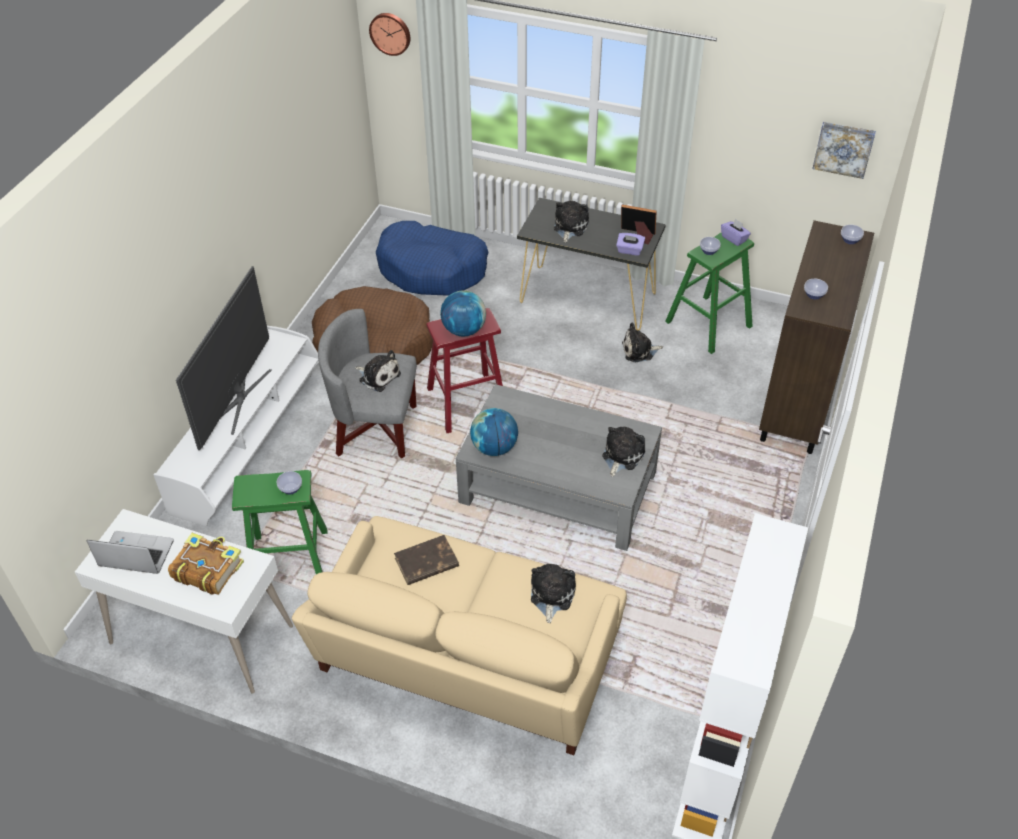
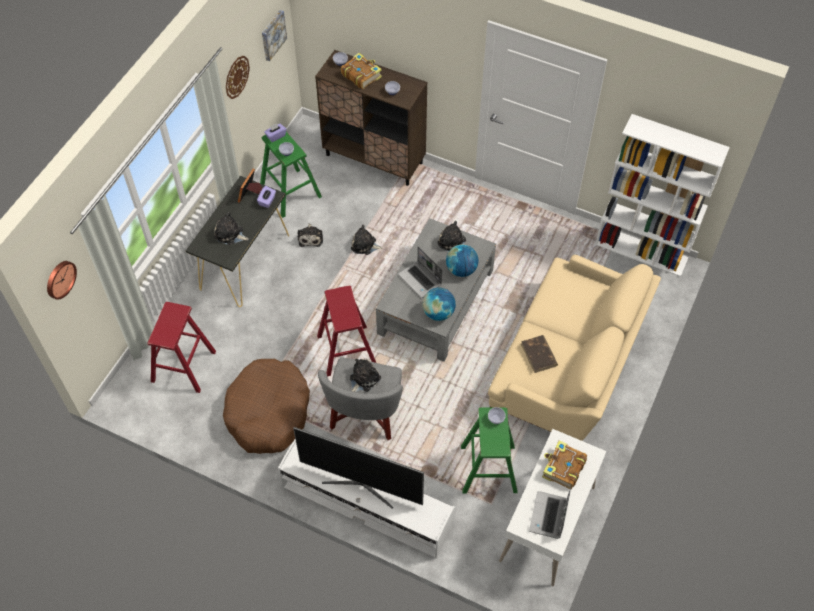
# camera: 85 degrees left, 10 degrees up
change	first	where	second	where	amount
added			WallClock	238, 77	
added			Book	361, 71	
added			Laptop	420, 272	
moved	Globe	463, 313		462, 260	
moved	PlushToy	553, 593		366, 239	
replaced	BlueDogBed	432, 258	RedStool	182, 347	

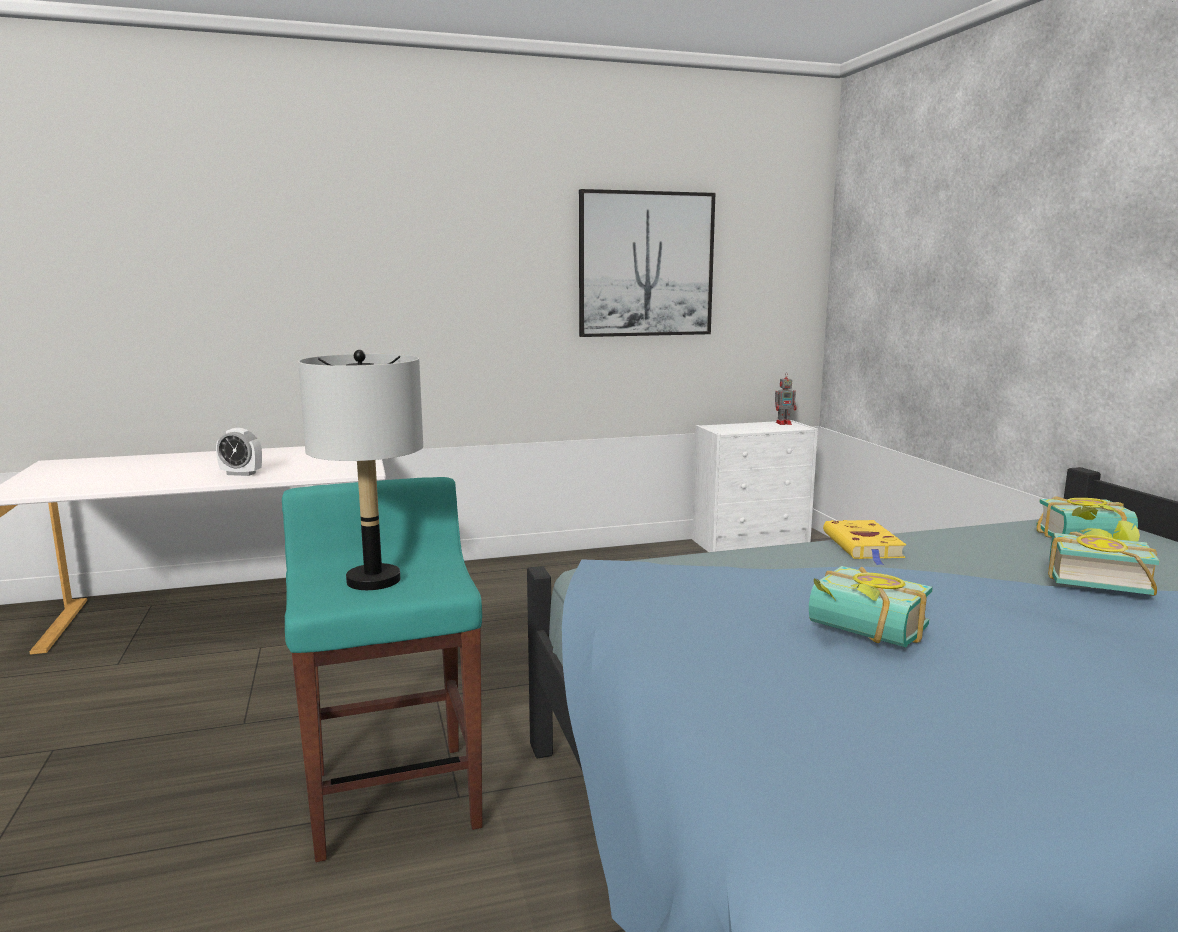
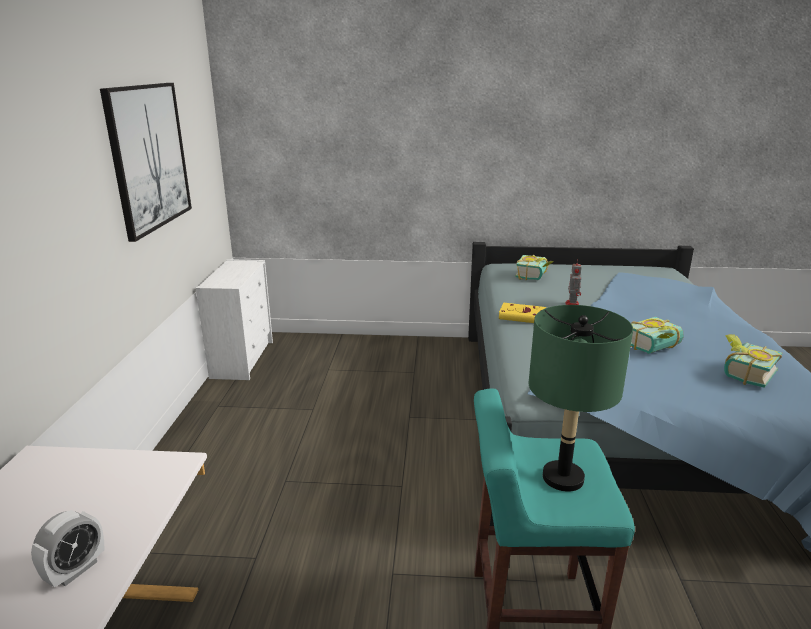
# camera: 70 degrees left, 10 degrees up
change	first	where	second	where	amount
moved	ToyRobot	786, 399		573, 282	
moved	Book	1104, 558		753, 361	
recoloured	GreyTableLamp	360, 470	GreenTableLamp	581, 398	

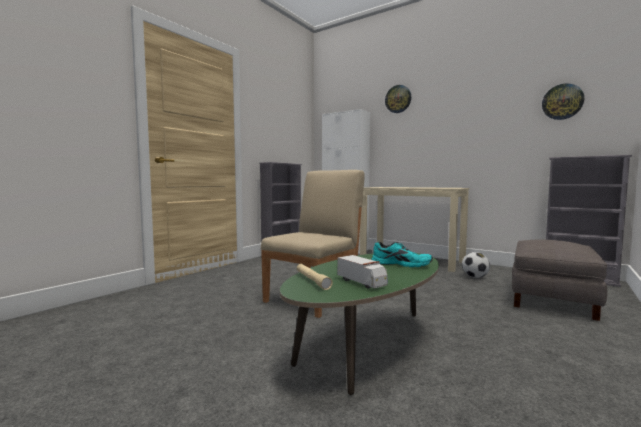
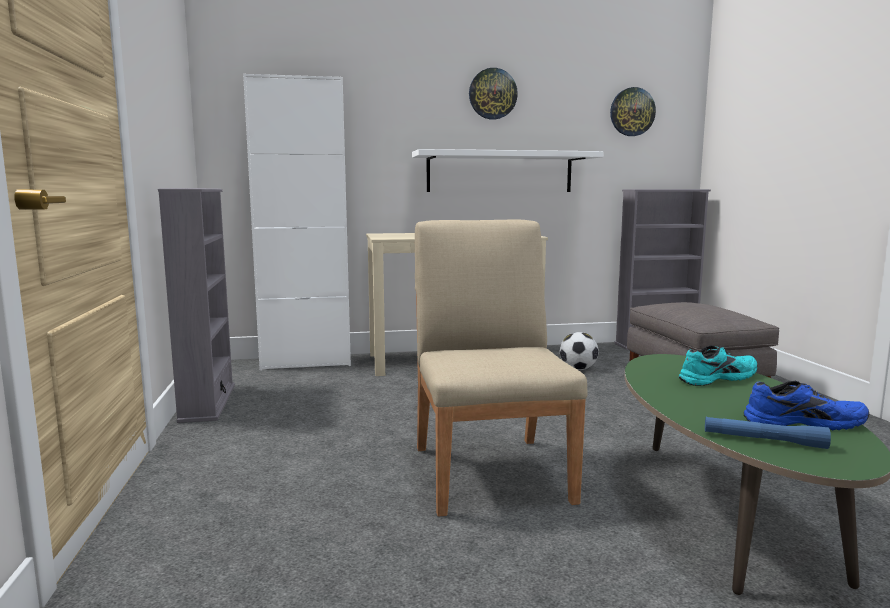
# camera: 45 degrees left, 5 degrees up
change	first	where	second	where	amount
added			WhiteShelf	507, 170	
moved	WallClock	398, 99		493, 94	
replaced	ToyTruck	362, 271	BlueShoe	806, 405	
recoloured	BeigeFlashlight	315, 277	BlueFlashlight	768, 433	

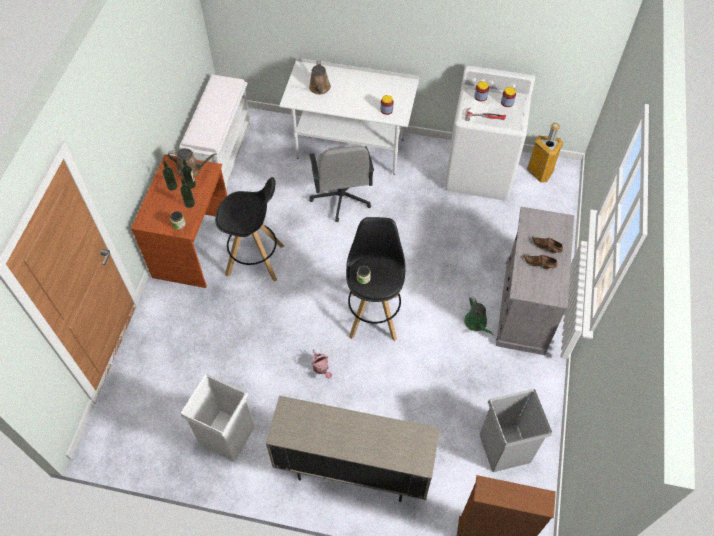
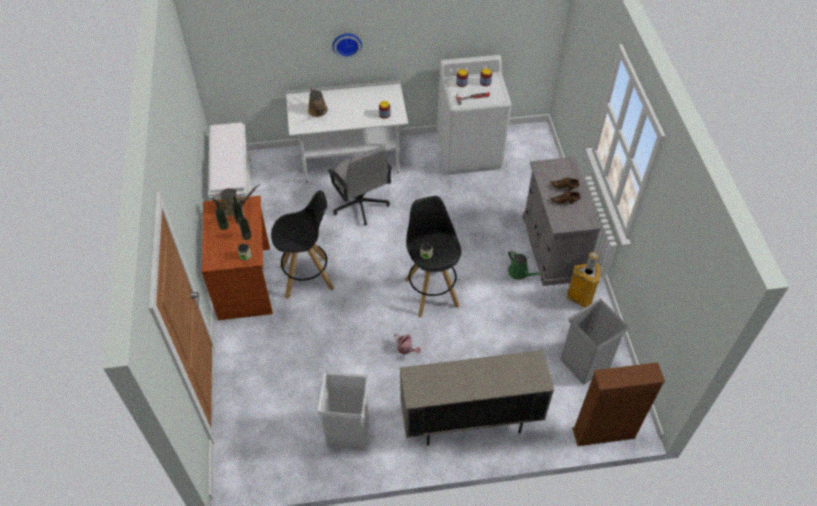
# camera: 20 degrees left, 5 degrees down
change	first	where	second	where	amount
added			WallClock	347, 45	
moved	TrashCan	545, 153		584, 280	

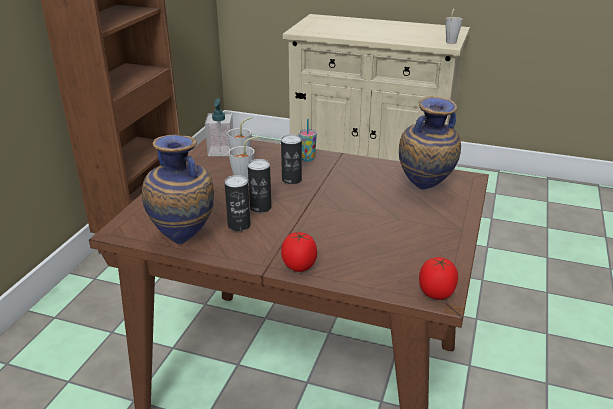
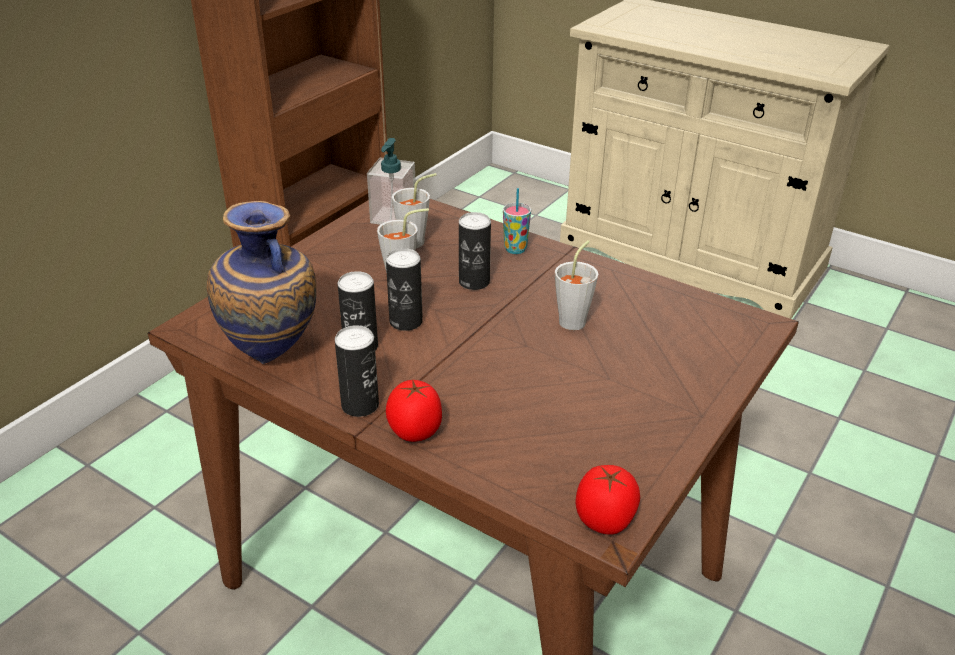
# camera: 15 degrees right, 5 degrees up
change	first	where	second	where	amount
removed	Vase	430, 143			
added			Can	357, 371	
moved	GreyCup	454, 26		576, 285	

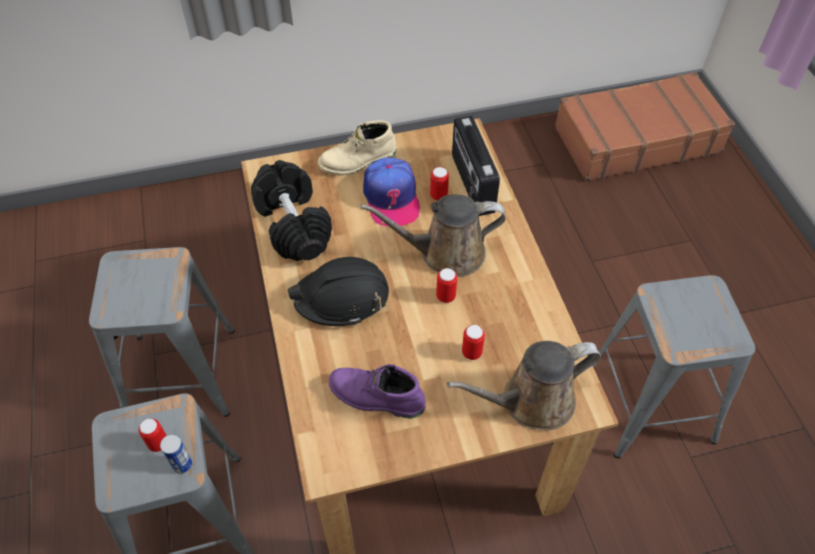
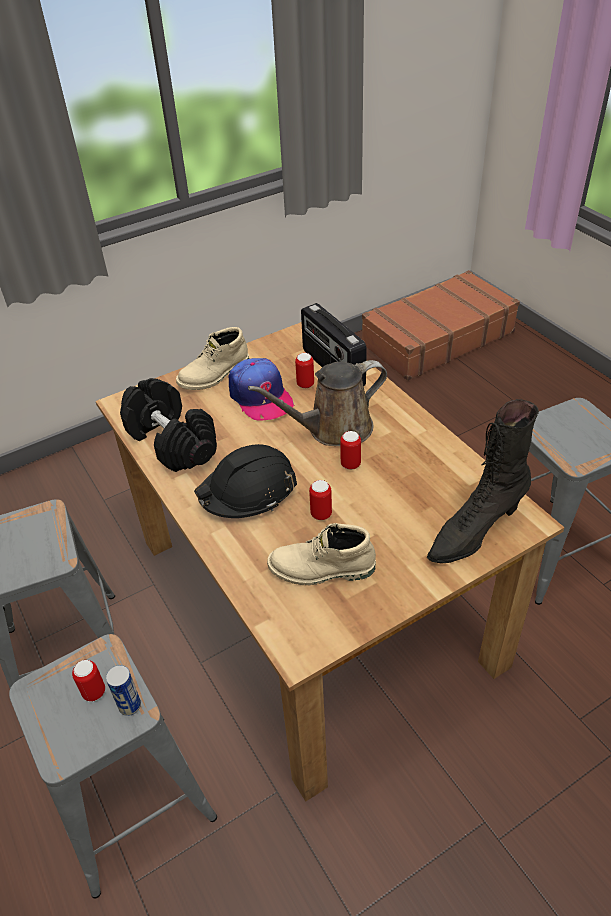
# camera: 15 degrees left, 10 degrees down
change	first	where	second	where	amount
moved	Can	473, 342		320, 500	
replaced	BrownWateringCan	524, 385	BlackBoot	483, 481	
recoloured	PurpleBoot	377, 391	BeigeBoot	321, 554	

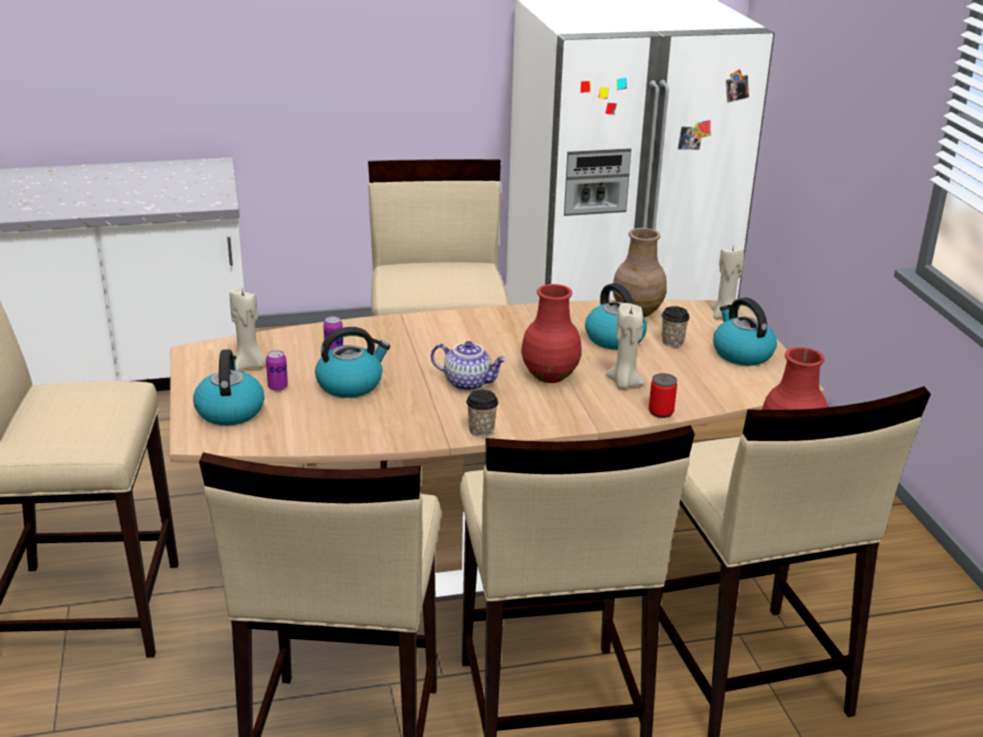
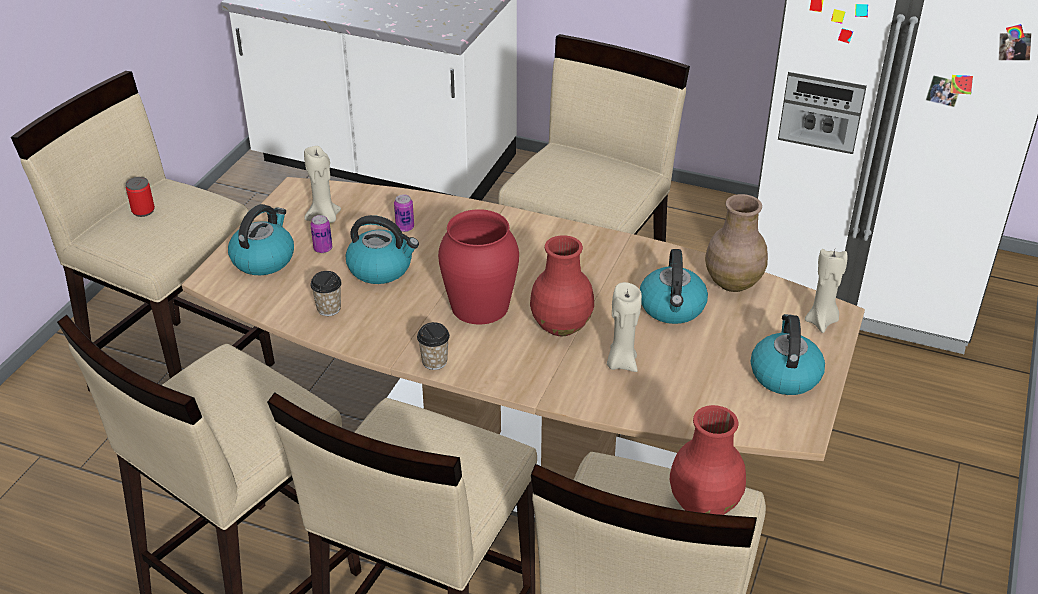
# camera: 35 degrees right, 10 degrees up
change	first	where	second	where	amount
moved	Can	663, 395		140, 197	
moved	Cup	675, 326		326, 293	
replaced	Teapot	469, 366	RedVase	478, 266	

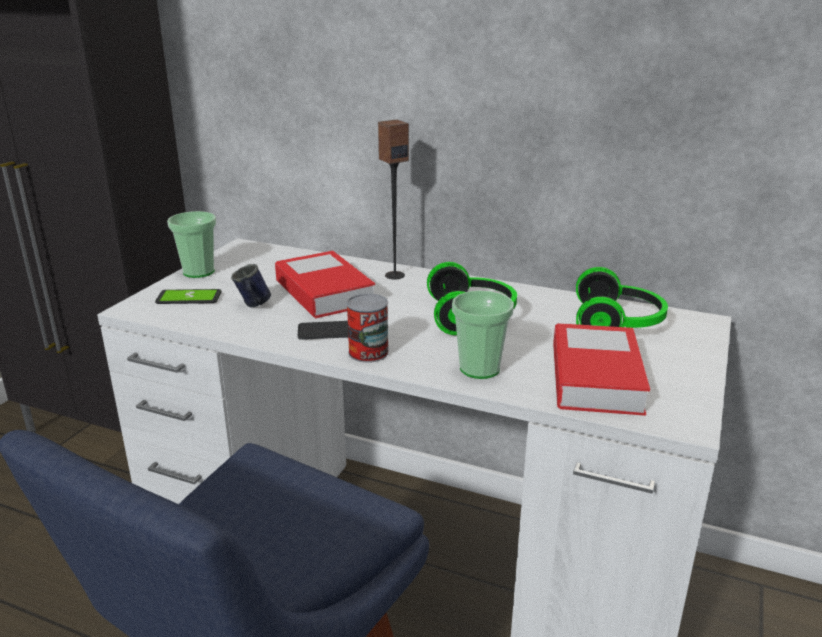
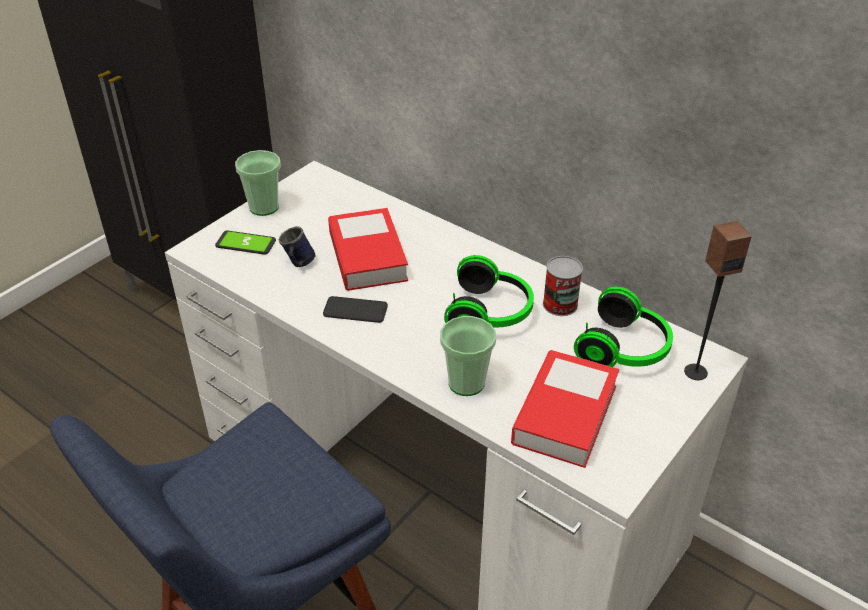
# camera: 15 degrees right, 15 degrees up
change	first	where	second	where	amount
moved	Can	367, 328		563, 286	
moved	Speaker	393, 200		718, 300	

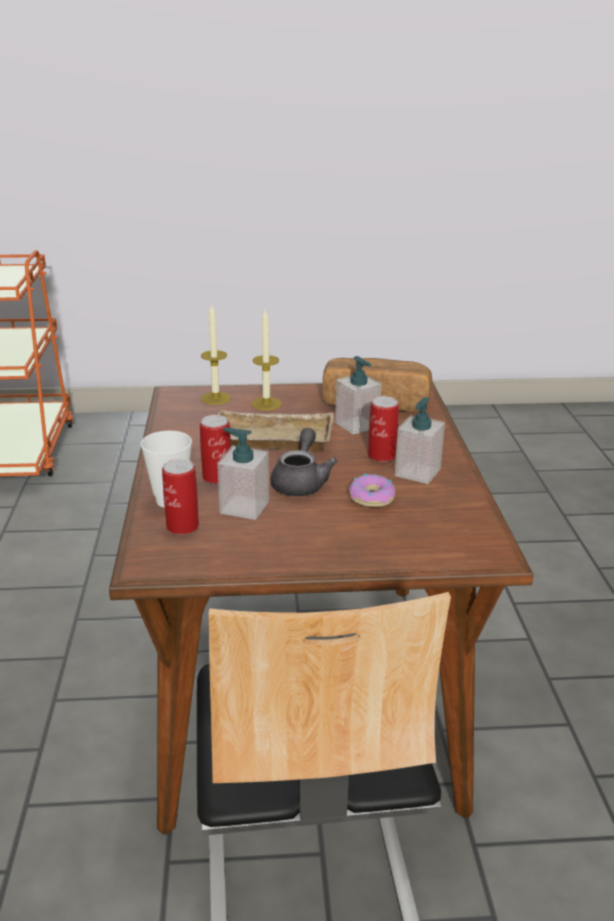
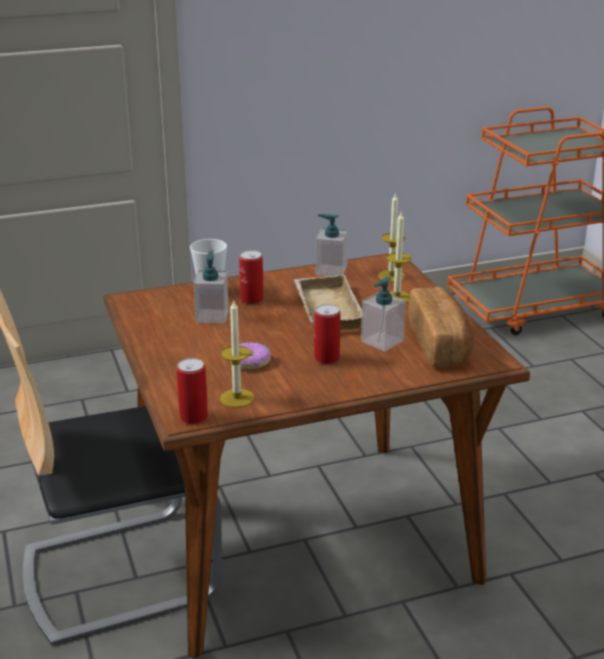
# camera: 75 degrees right, 0 degrees up
change	first	where	second	where	amount
removed	GreyTeapot	304, 462			
added			Candle	237, 353	
moved	Can	180, 497		192, 391	
moved	SoapDispenser	420, 440		332, 245	

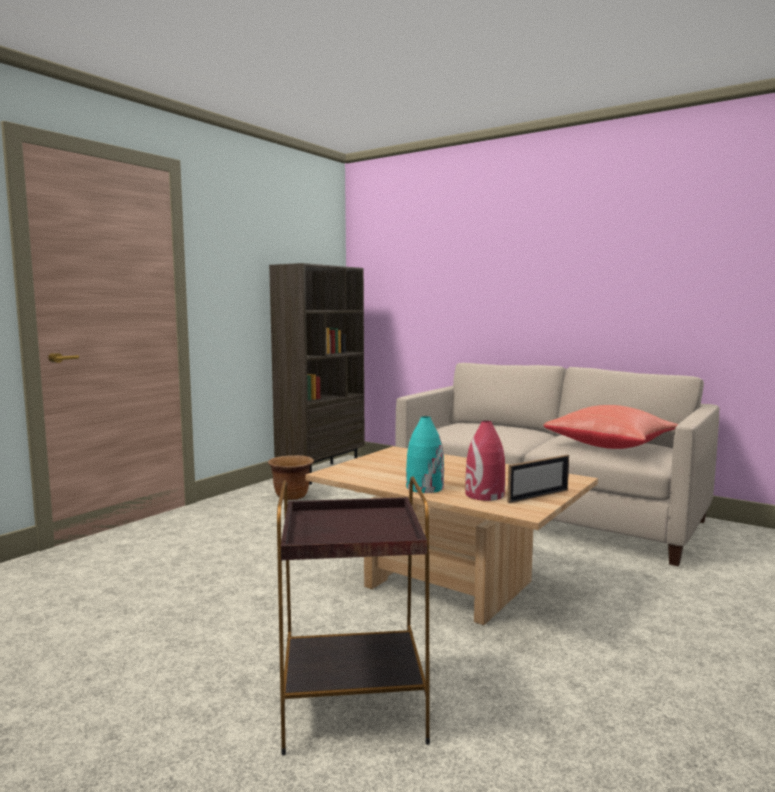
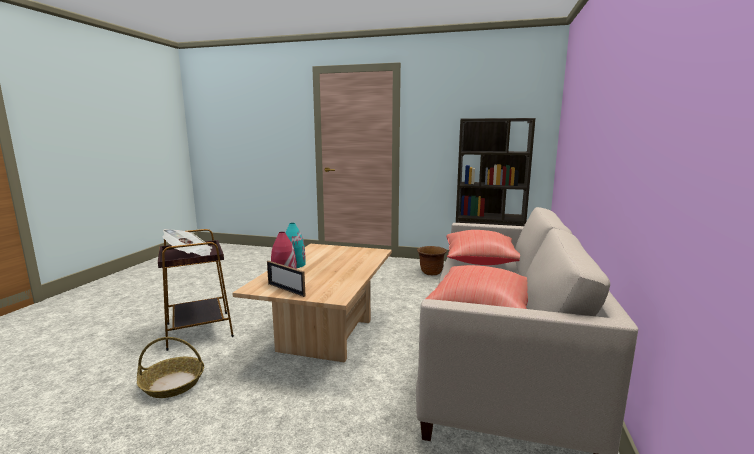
# camera: 70 degrees right, 5 degrees up
change	first	where	second	where	amount
added			Basket	170, 367	
added			Newspaper	187, 242	
added			RedPillow	483, 247	

